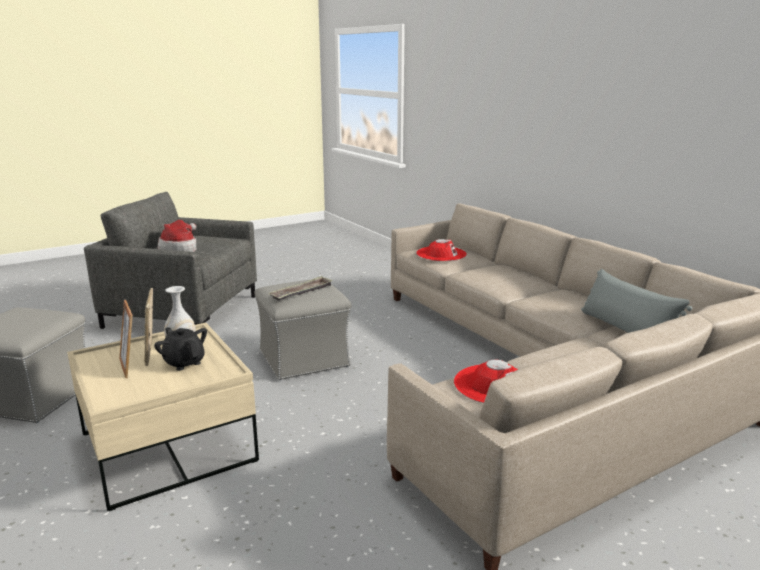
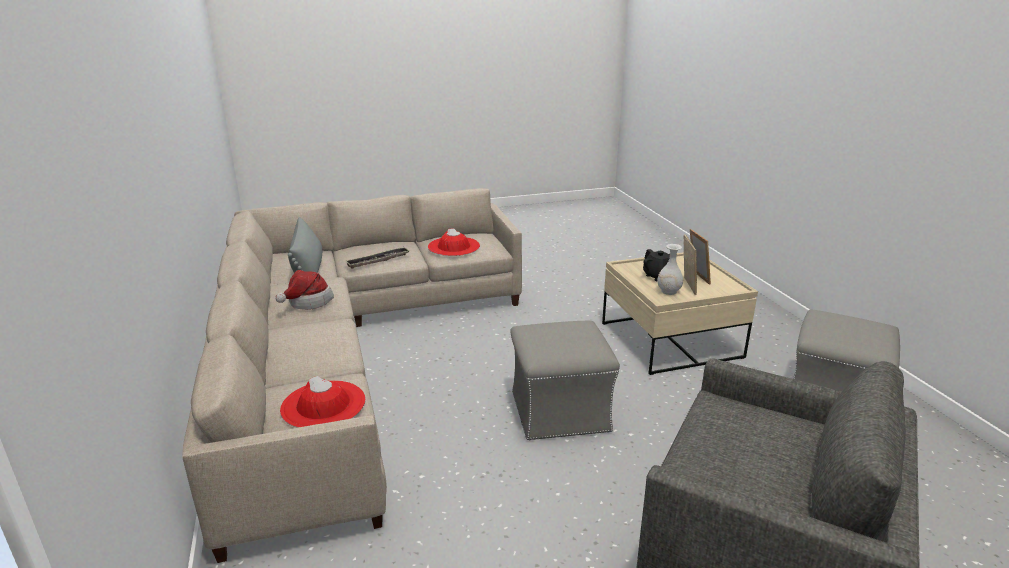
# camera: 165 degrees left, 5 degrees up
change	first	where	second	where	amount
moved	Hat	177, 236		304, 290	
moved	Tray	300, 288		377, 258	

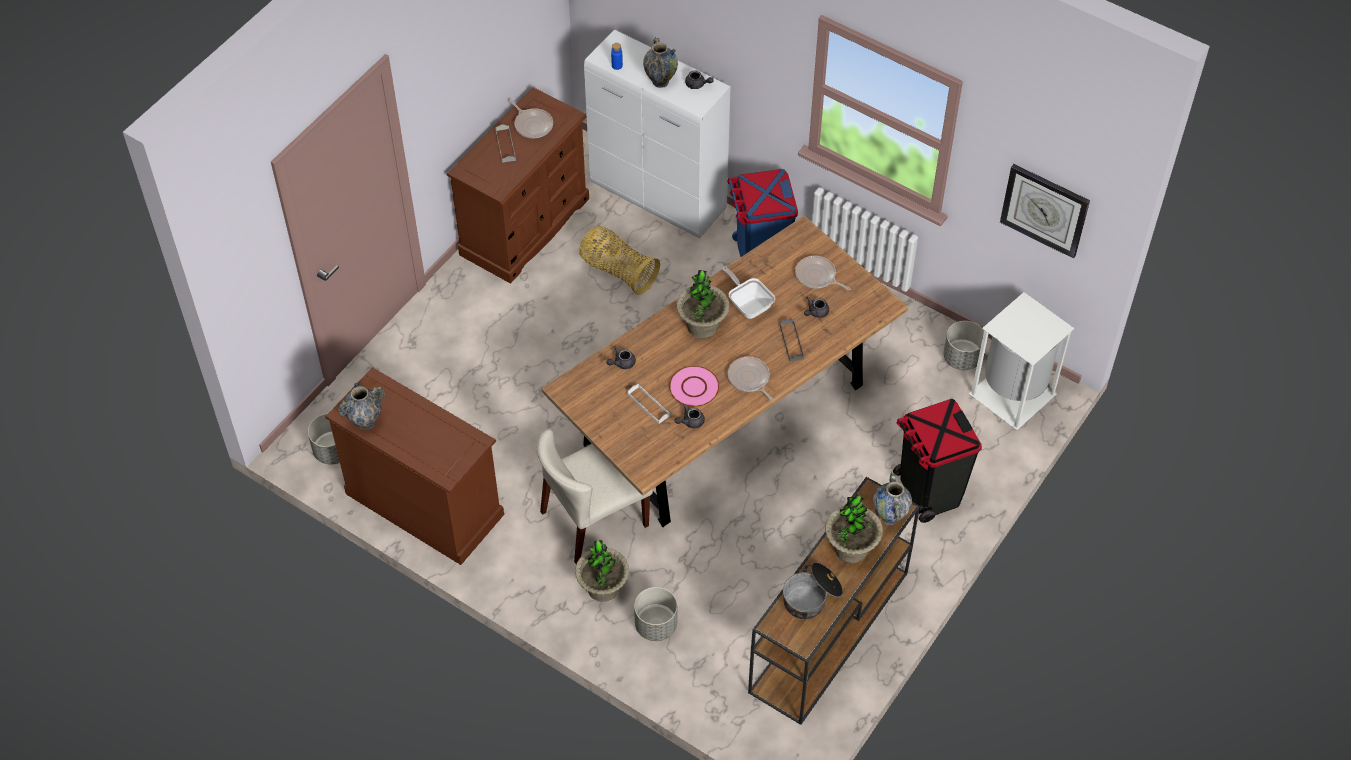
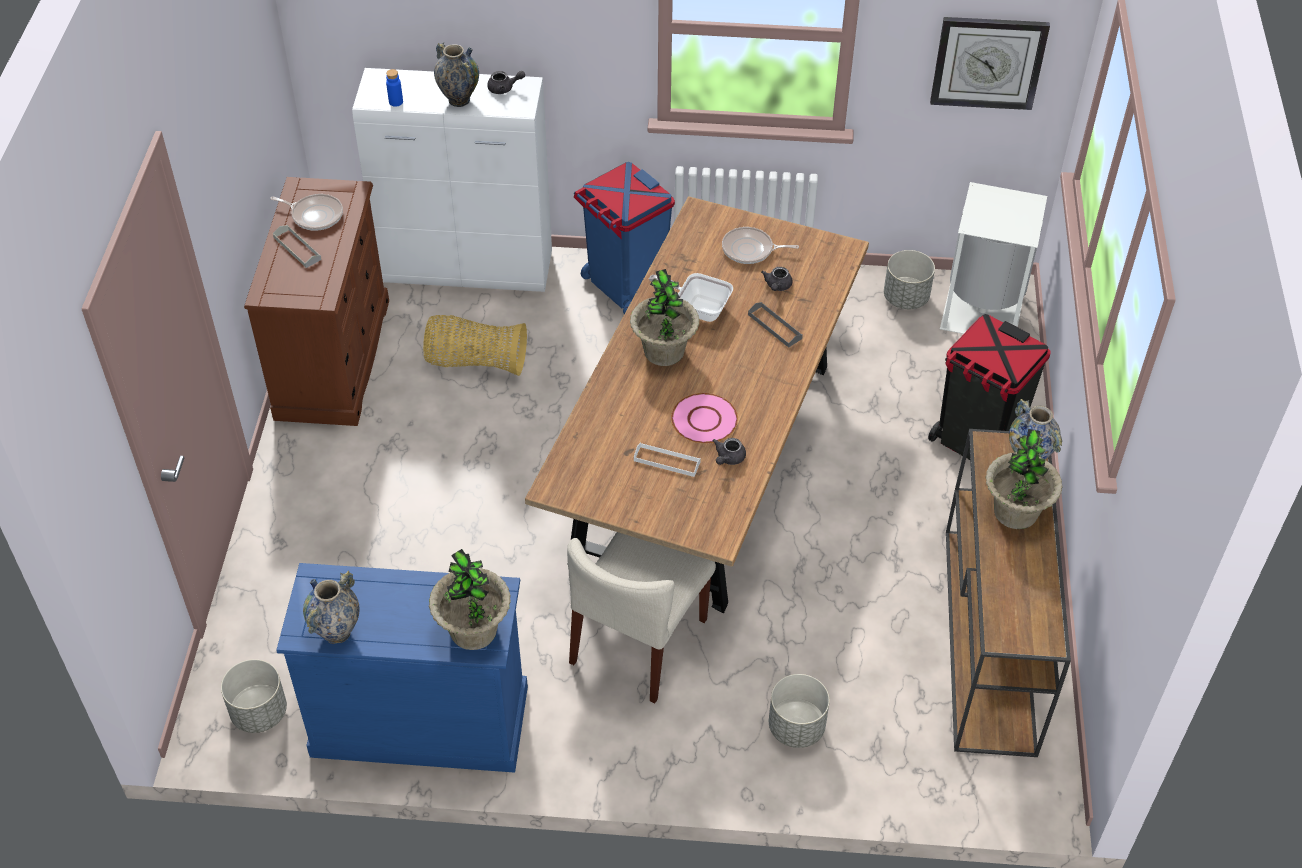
# camera: 30 degrees left, 5 degrees down
change	first	where	second	where	amount
removed	GreyTeapot	621, 357			
removed	FryingPan	751, 379			
removed	CookingPot	813, 590			
moved	PottedPlant	602, 571		470, 599	
recoloured	BrownDresser	415, 466	BlueDresser	402, 668	

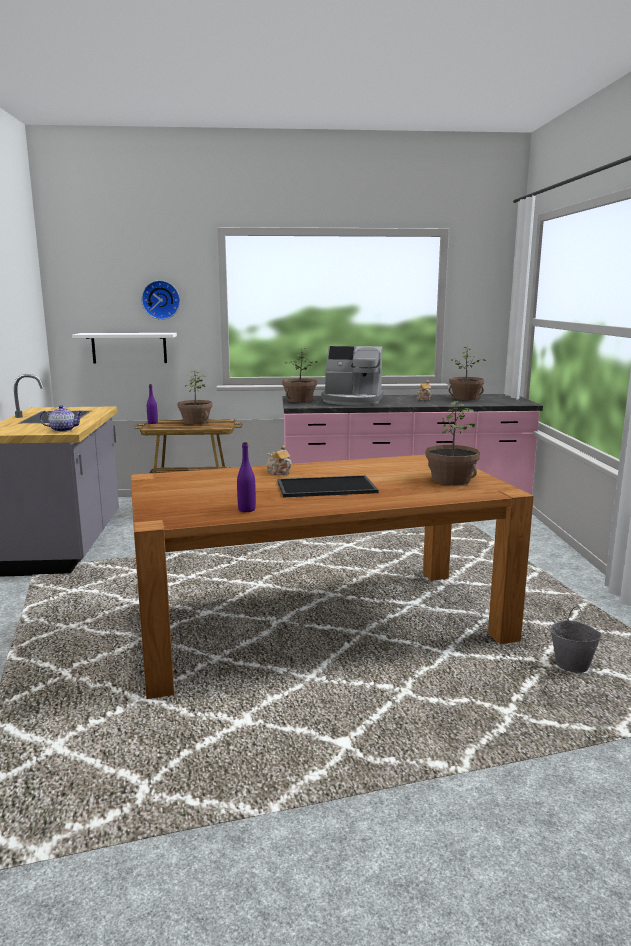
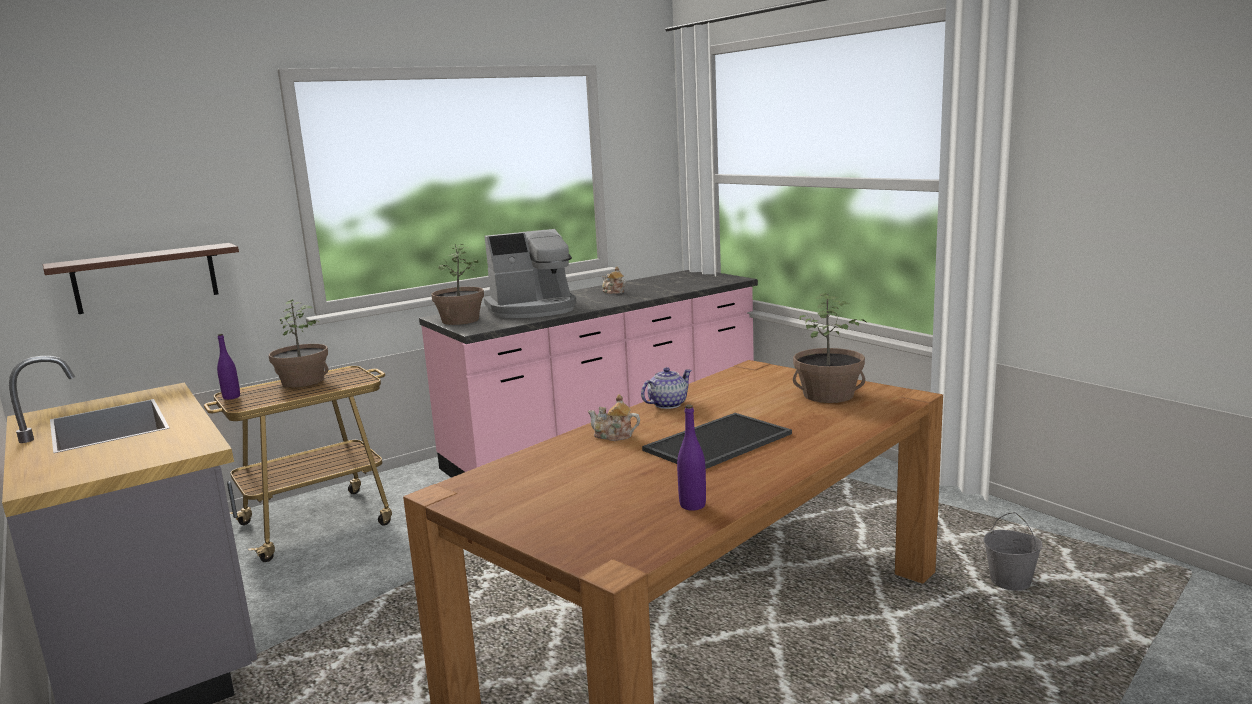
# camera: 30 degrees left, 0 degrees up
change	first	where	second	where	amount
removed	WallClock	160, 300			
removed	PottedPlant	467, 373			
moved	Teapot	61, 418		666, 388	
recoloured	WhiteShelf	124, 348	BrownShelf	141, 278	

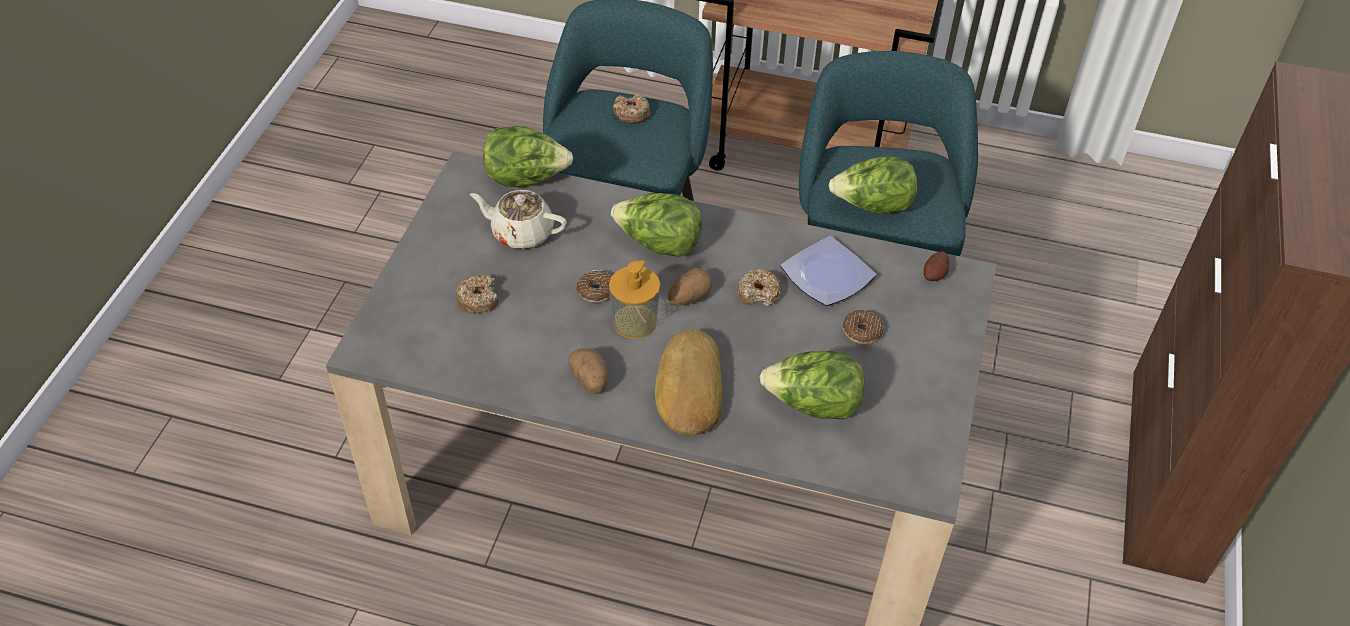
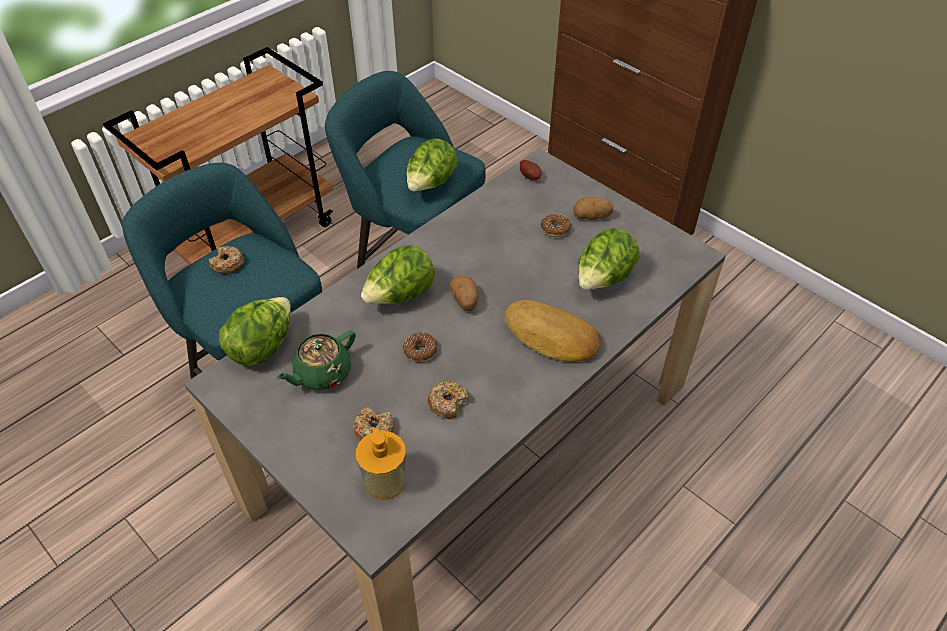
# camera: 60 degrees left, 0 degrees up
change	first	where	second	where	amount
removed	Plate	828, 271			
moved	Potato	588, 371		593, 208	
moved	SoapDispenser	634, 299		381, 464	
moved	Donut	759, 288		448, 400	
recoloured	BeigeTeapot	518, 219	GreenTeapot	316, 360	

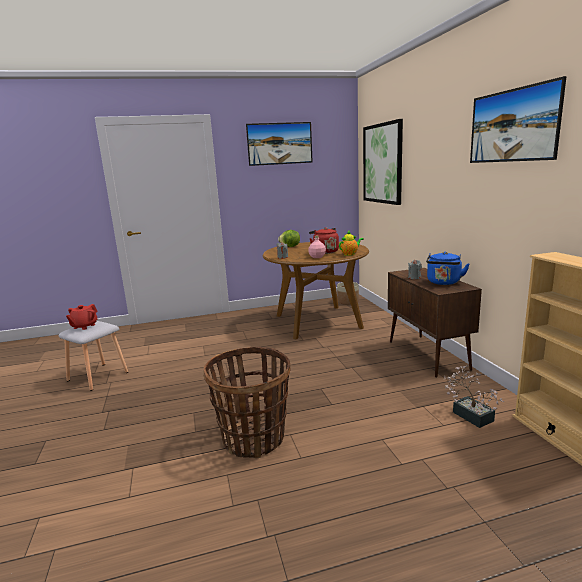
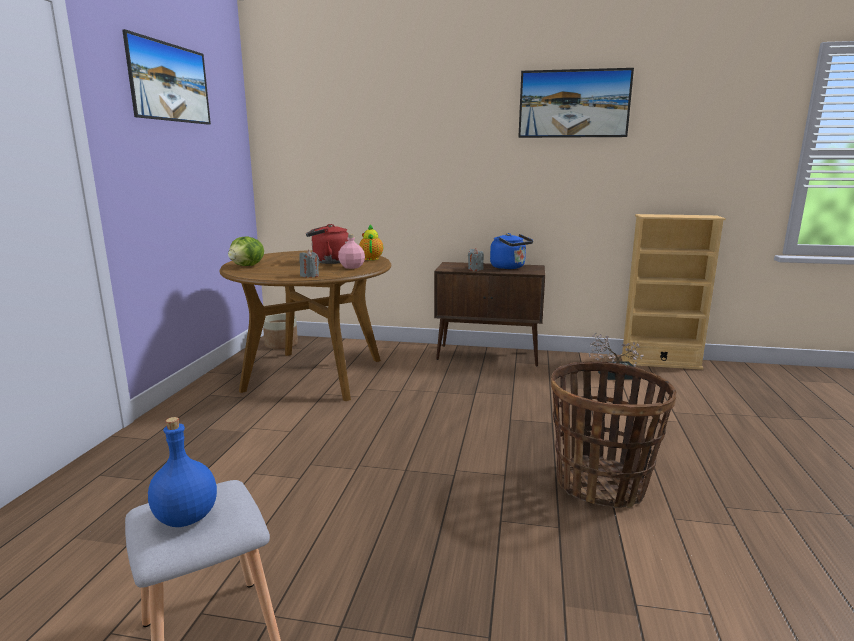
# camera: 65 degrees left, 0 degrees up
change	first	where	second	where	amount
removed	Picture	383, 162			
replaced	RedTeapot	81, 317	BlueBottle	182, 472	

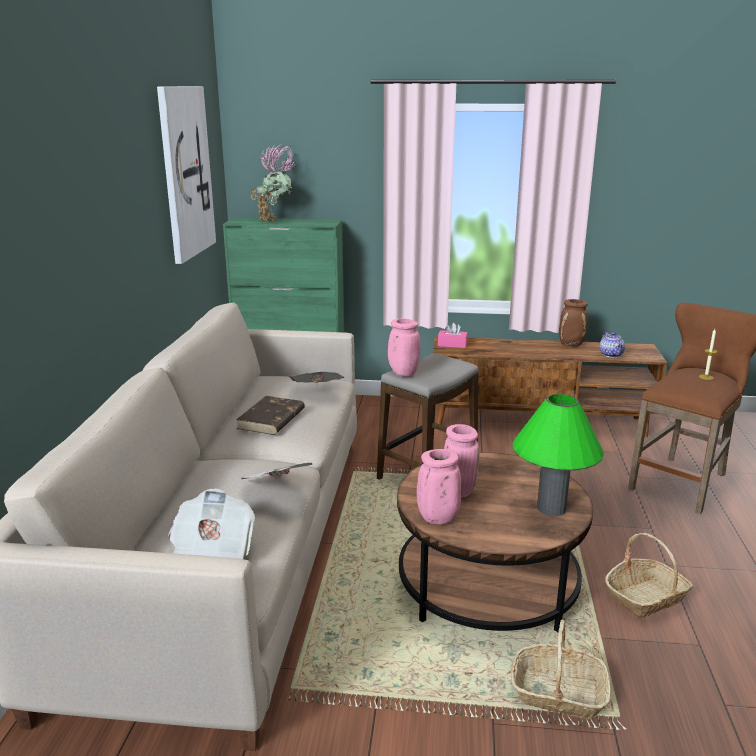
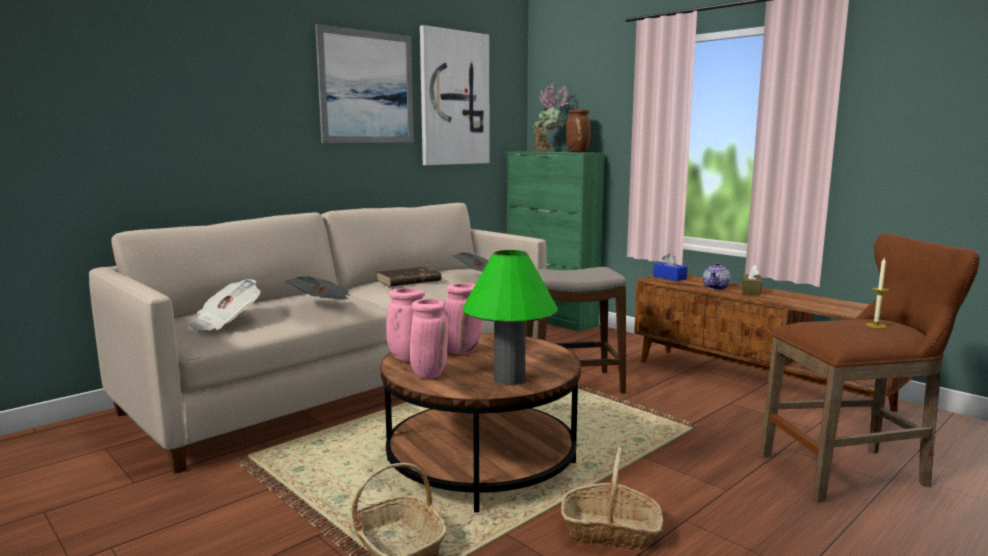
# camera: 40 degrees right, 10 degrees down
change	first	where	second	where	amount
added			Picture	364, 83	
added			BrownTissueBox	752, 280	
moved	PinkVase	404, 347		429, 339	
moved	BrownVase	573, 322		578, 130	
moved	Teapot	612, 345		717, 276	
recoloured	PinkTissueBox	452, 335	BlueTissueBox	670, 267	

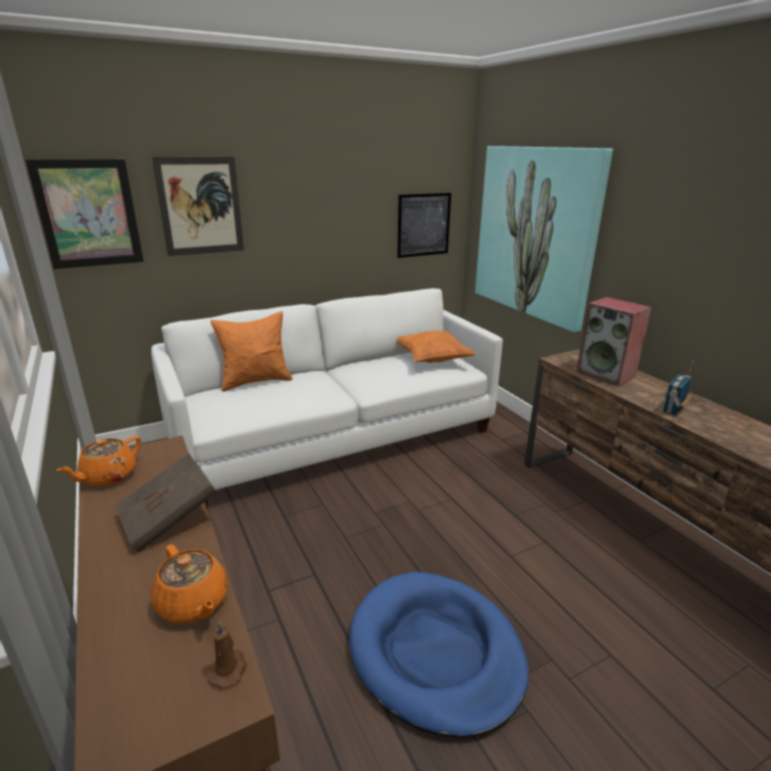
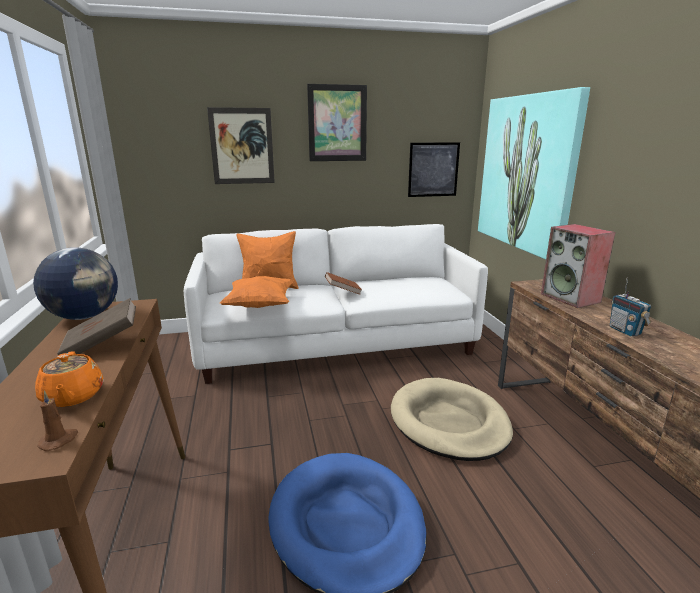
# camera: 15 degrees right, 5 degrees down
change	first	where	second	where	amount
added			BrownBook	343, 283	
added			BeigeDogBed	452, 419	
moved	Picture	84, 214		337, 122	
moved	OrangePillow	436, 346		257, 292	
replaced	OrangeTeapot	98, 461	Globe	75, 283	
turned	Radio	678, 387		630, 307	75 degrees counterclockwise

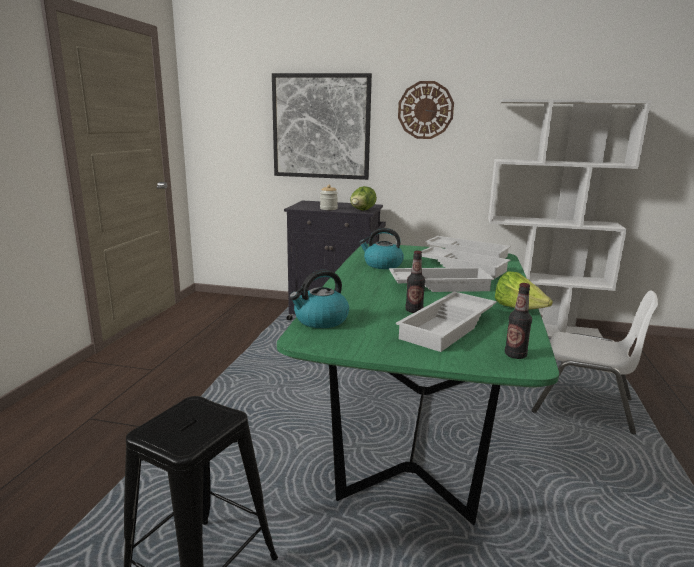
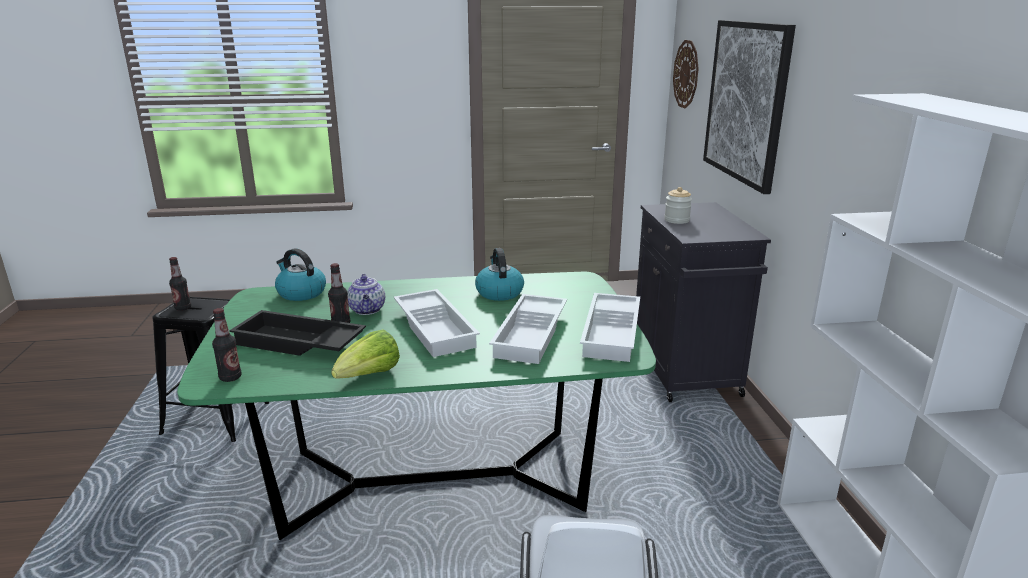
# camera: 70 degrees right, 5 degrees up
change	first	where	second	where	amount
removed	Lettuce	363, 198			
added			Bottle	180, 284	
added			Teapot	366, 294	
moved	WallClock	426, 110		686, 74	
recoloured	WhiteTray	446, 322	BlackTray	297, 333	

